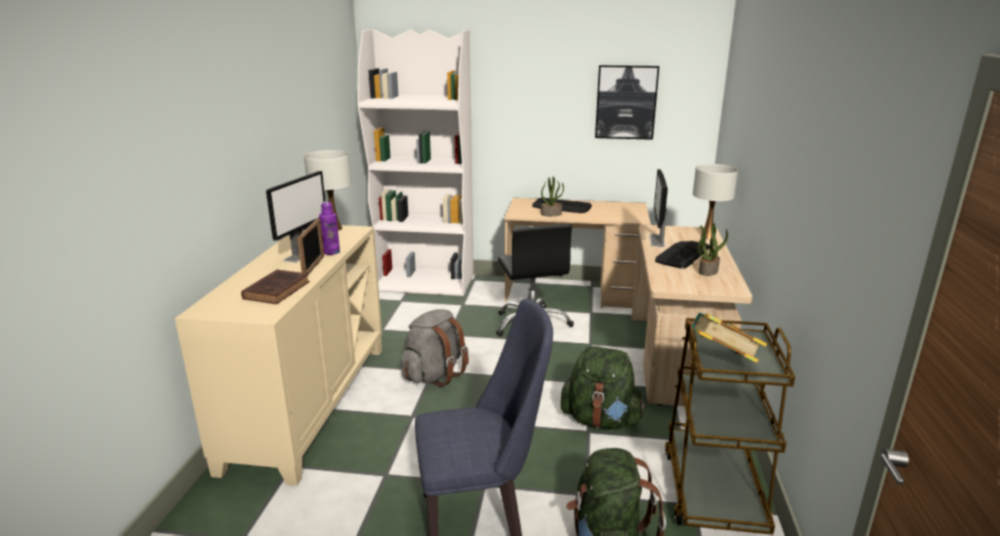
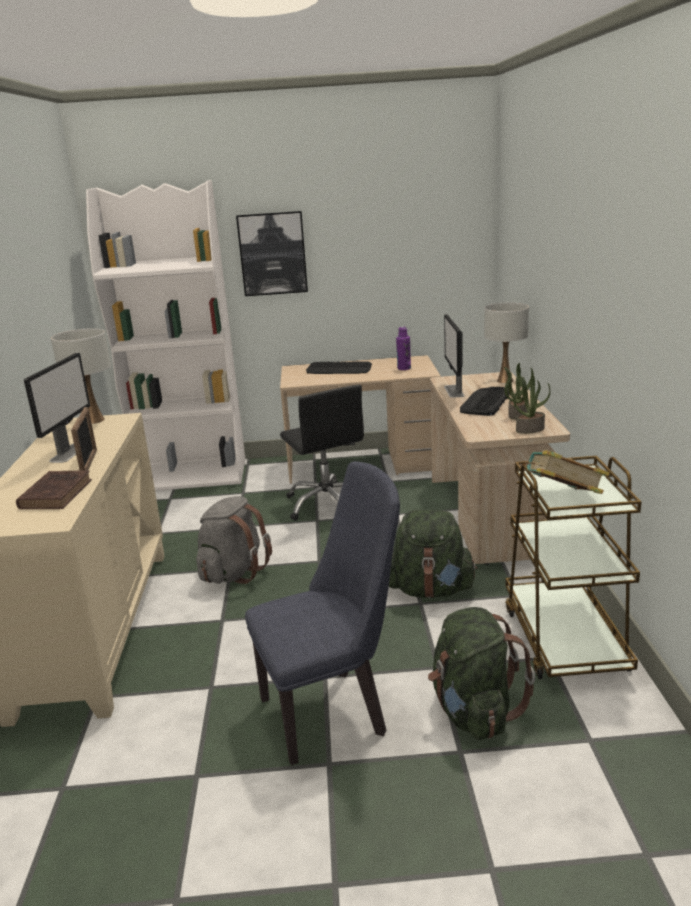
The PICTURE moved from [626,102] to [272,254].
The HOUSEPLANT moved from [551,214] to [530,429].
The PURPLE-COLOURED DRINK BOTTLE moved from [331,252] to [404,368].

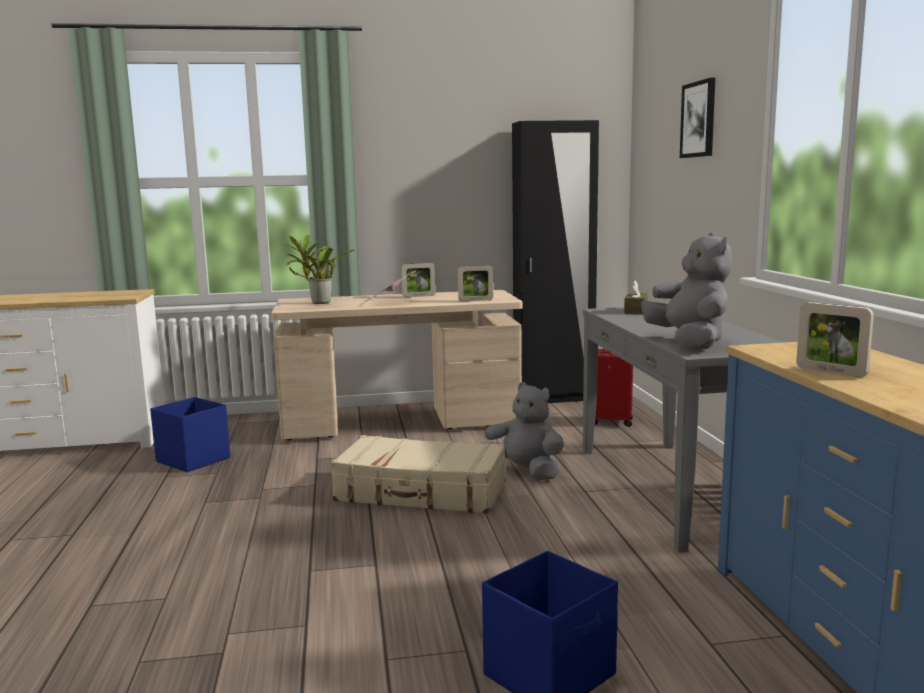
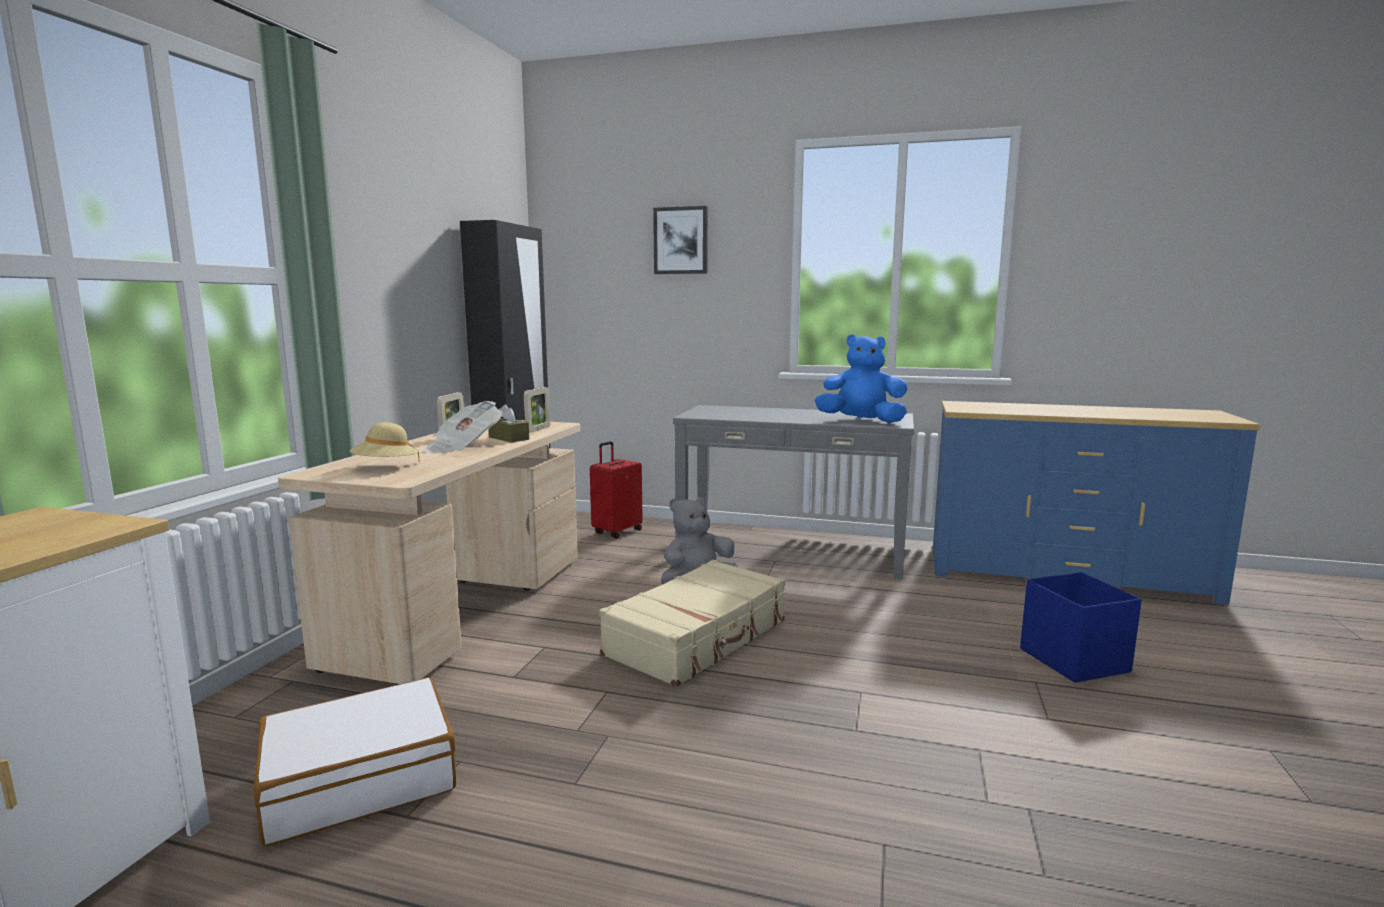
The GREYISH PLUSH TOY at [689,343] became the BLUE PLUSH TOY at [861,421].
The HOUSEPLANT at [318,303] was replaced by the SAND-COLOURED CLOTHING HAT at [385,467].
The BROWN TISSUE HOLDER moved from [635,311] to [509,438].
The STANDING FRAME at [831,372] disappeared.
The BLUE STORAGE CONTAINER at [193,459] was replaced by the WHITE TRAVEL CASE at [360,779].

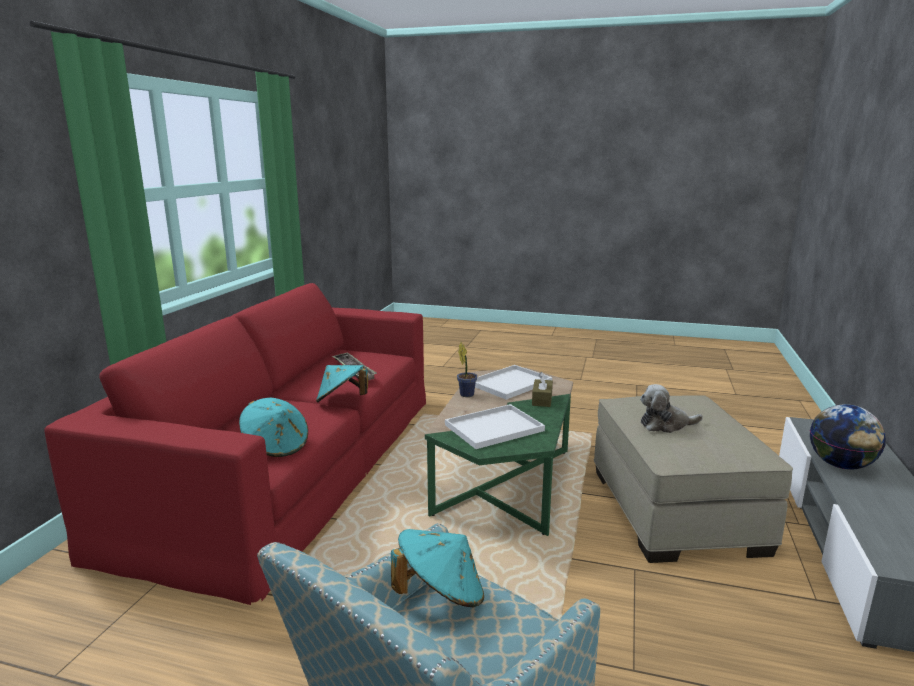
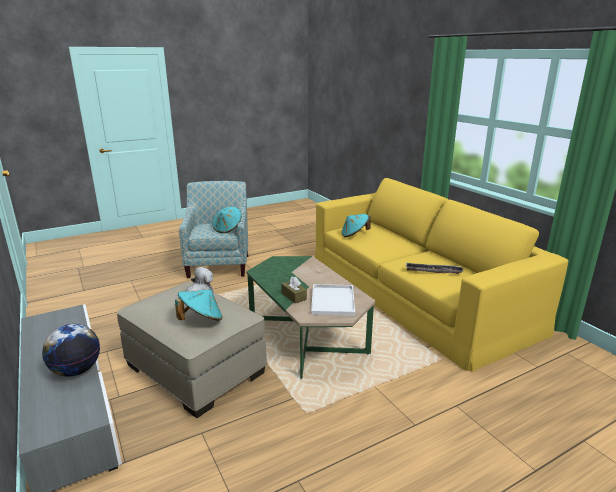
The RED SOFA at [290,463] became the YELLOW-COLOURED SOFA at [416,293].
The HOUSEPLANT at [466,394] disappeared.
The TURQUOISE CLOTHING HAT moved from [341,400] to [201,319].
The WHITE CARRYING TRAY at [493,428] disappeared.

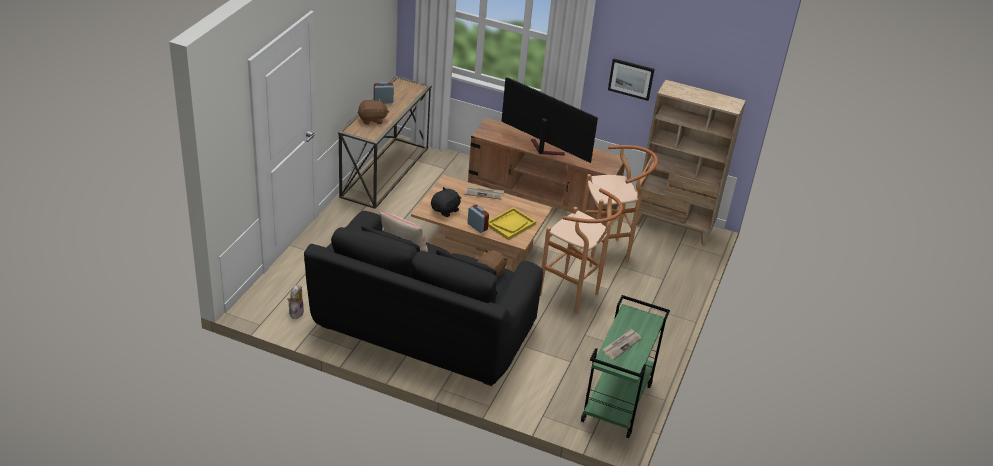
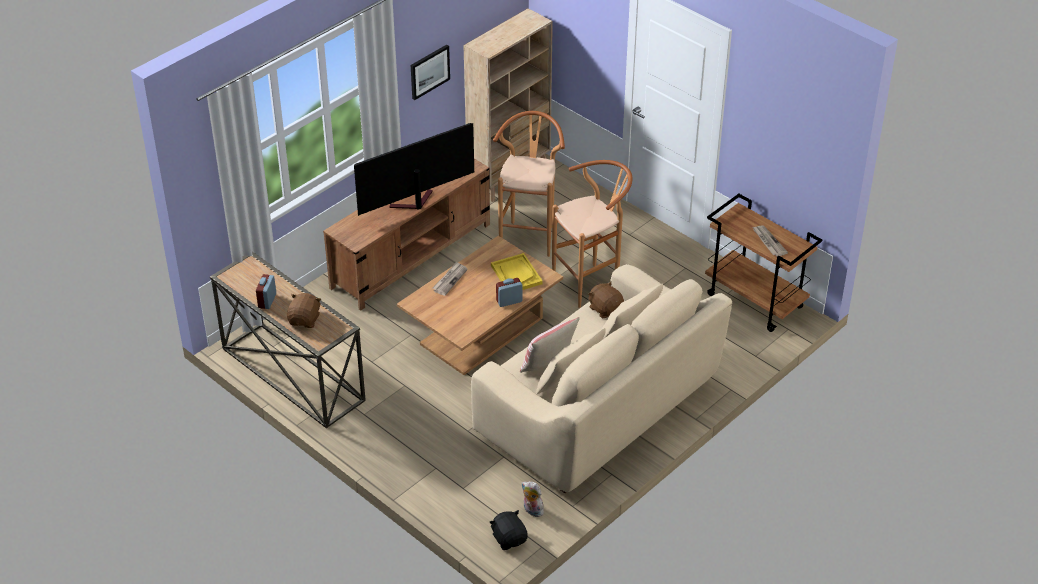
The BLACK PLUSH TOY moved from [445,210] to [509,538].
The BLACK SOFA at [424,328] became the SAND-COLOURED SOFA at [598,409].
The GREEN TROLLEY at [617,404] became the BROWN TROLLEY at [755,301].

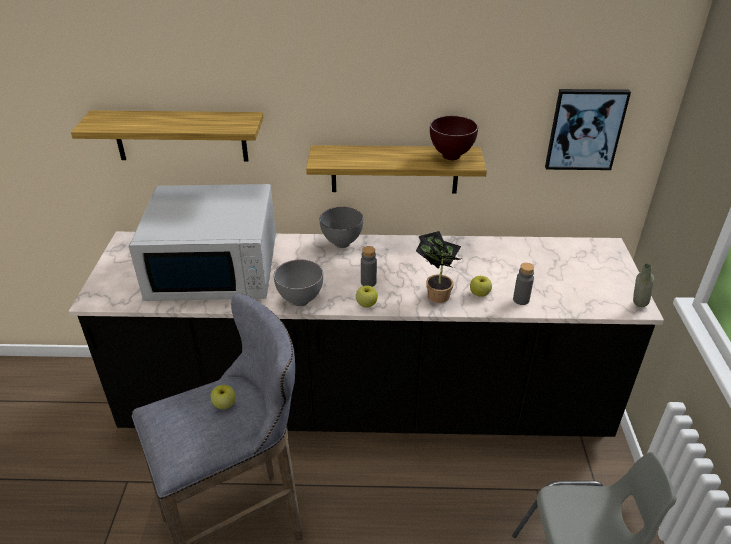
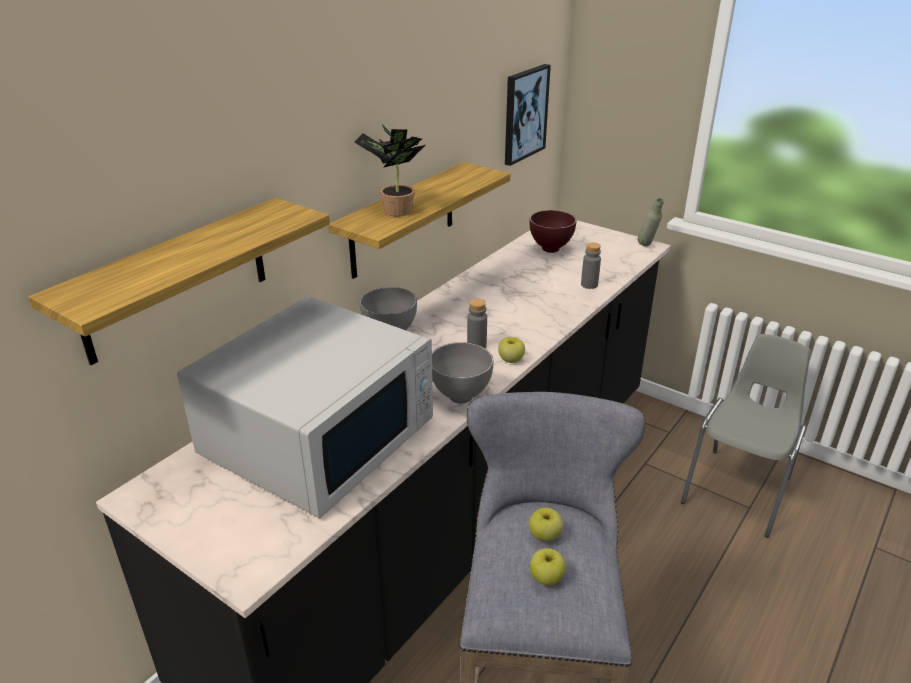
The BROWN BOWL moved from [451,157] to [551,250].
The HOUSEPLANT moved from [435,294] to [393,211].
The APPLE moved from [479,294] to [547,578].

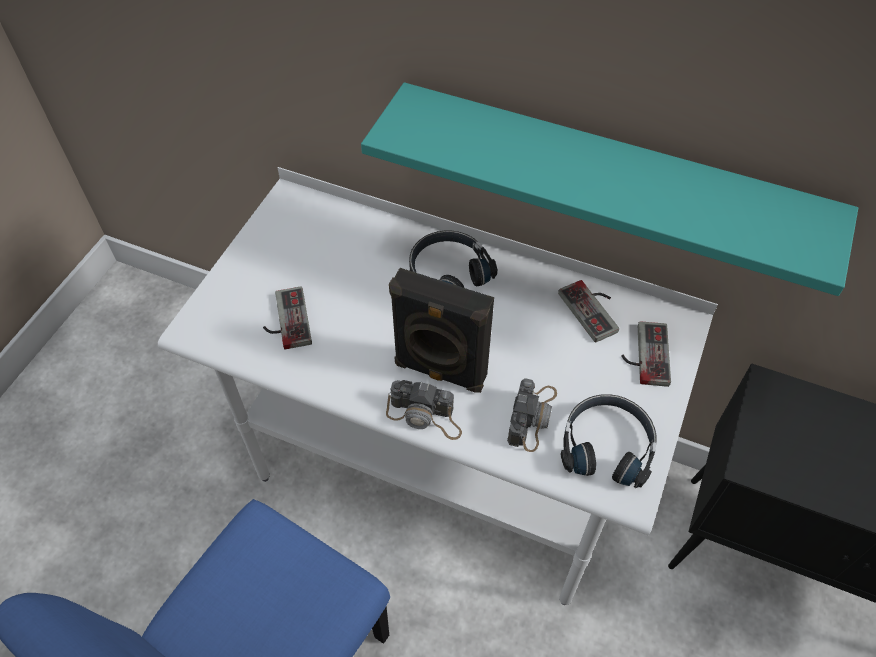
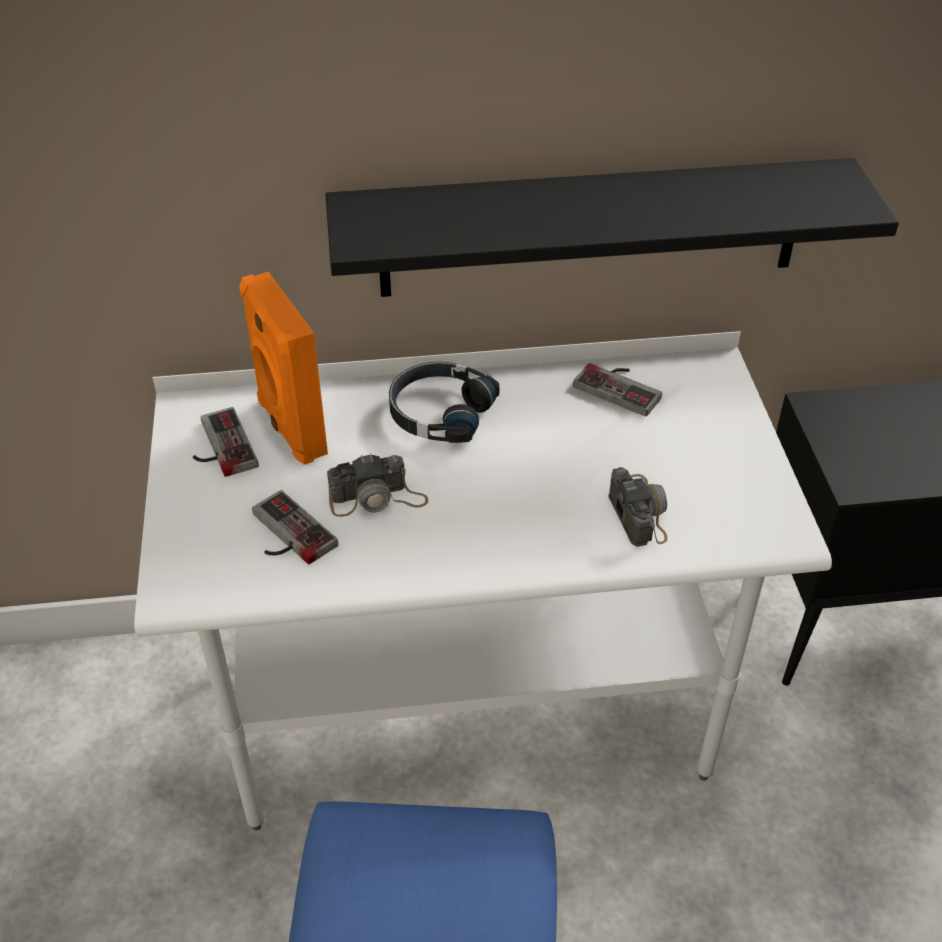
The TURQUOISE WALL SHELF at [607,180] became the BLACK WALL SHELF at [591,228].
The BLACK LOUDSPEAKER at [439,372] disappeared.
The JOYPAD moved from [644,354] to [219,447].
The STILL CAMERA moved from [425,416] to [377,498].
The BLACK HEADPHONES at [607,445] disappeared.
The ORANGEY LOUDSPEAKER at [290,428] appeared.

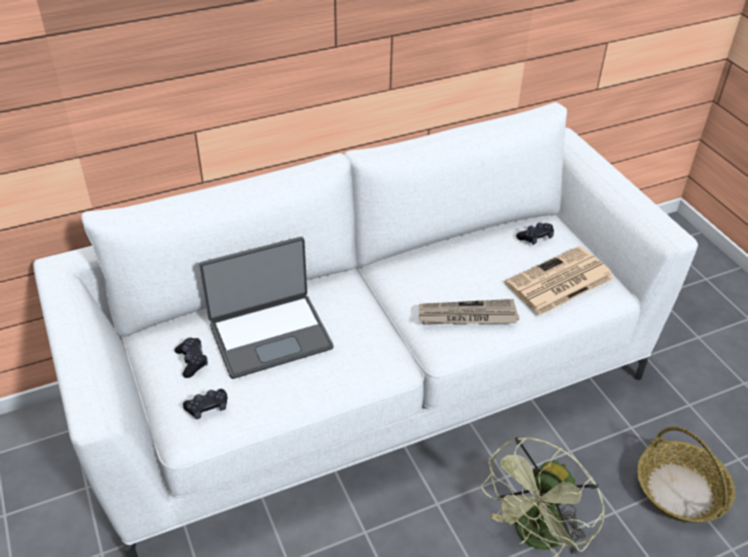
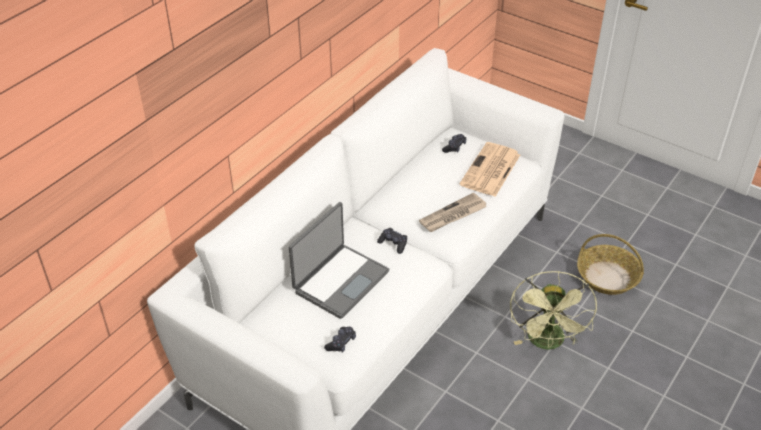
The BLACK JOYPAD moved from [192,361] to [393,243].

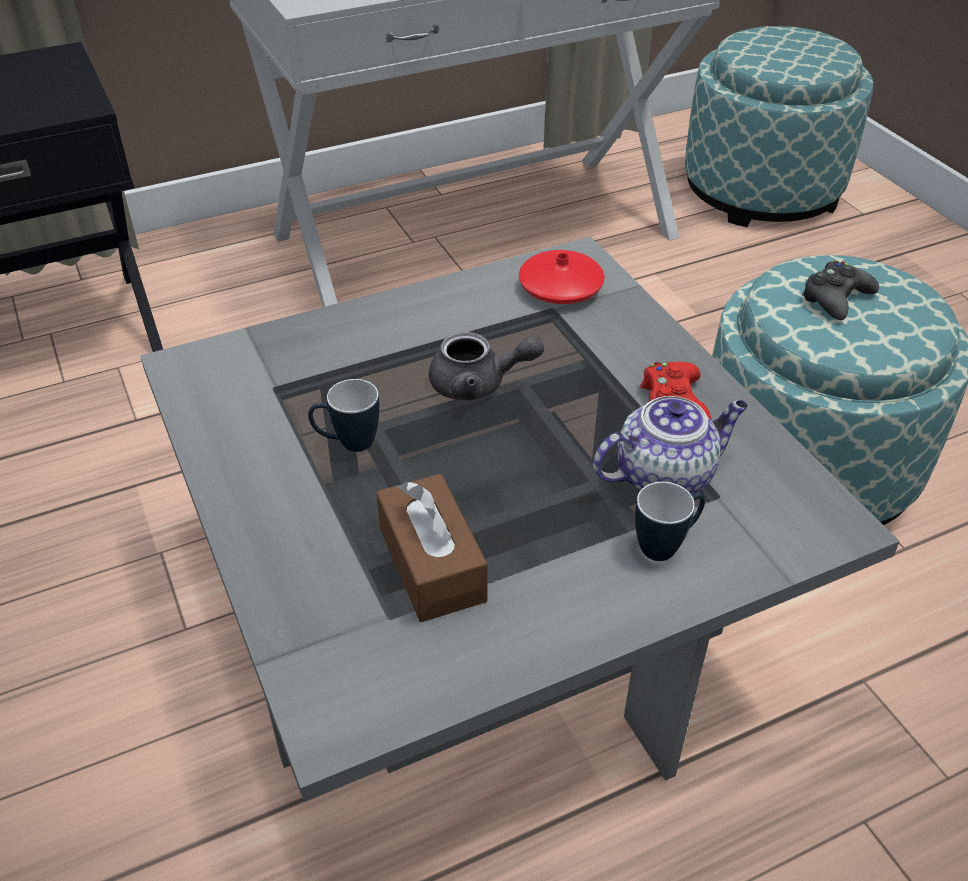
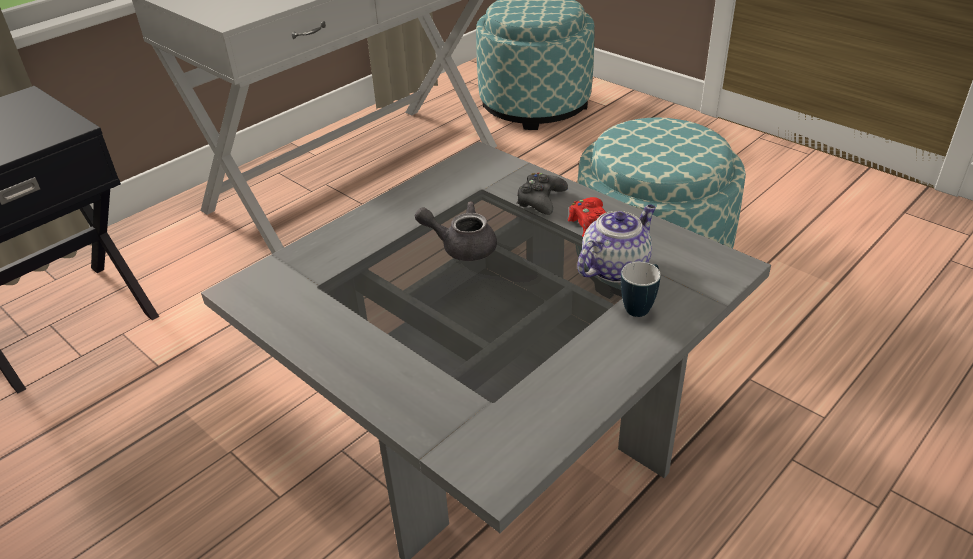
The RED VASE at [560,288] disappeared.
The BLACK JOYPAD moved from [835,298] to [541,200].
The GREYISH TEAPOT at [478,384] turned 150 degrees counterclockwise.
The COFFEE MUG at [347,444] disappeared.
The BROWN TISSUE HOLDER at [432,564] disappeared.

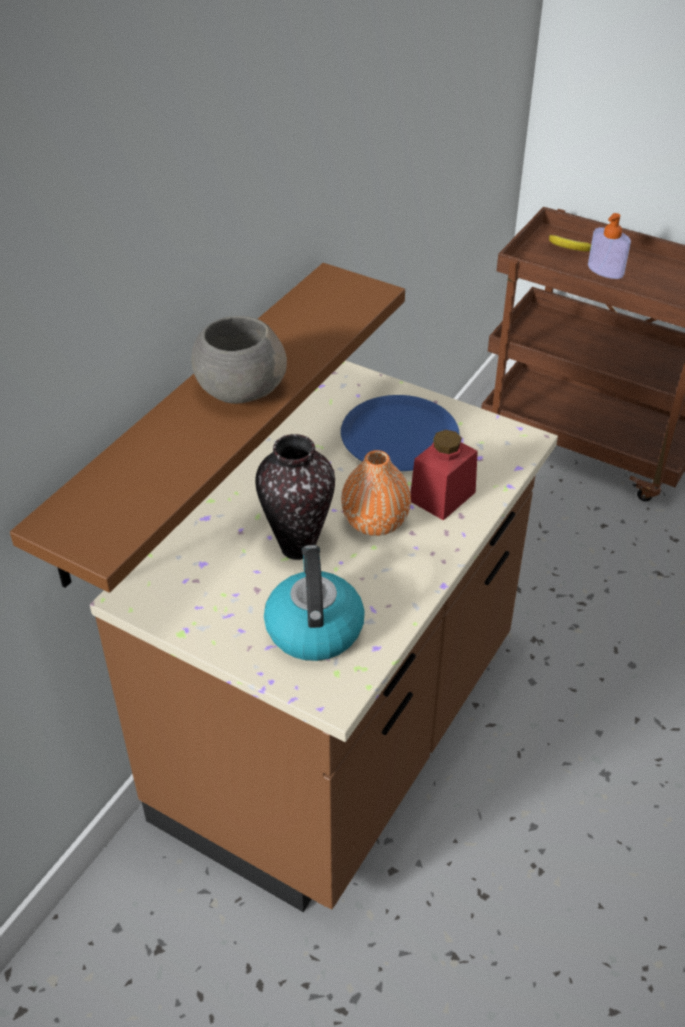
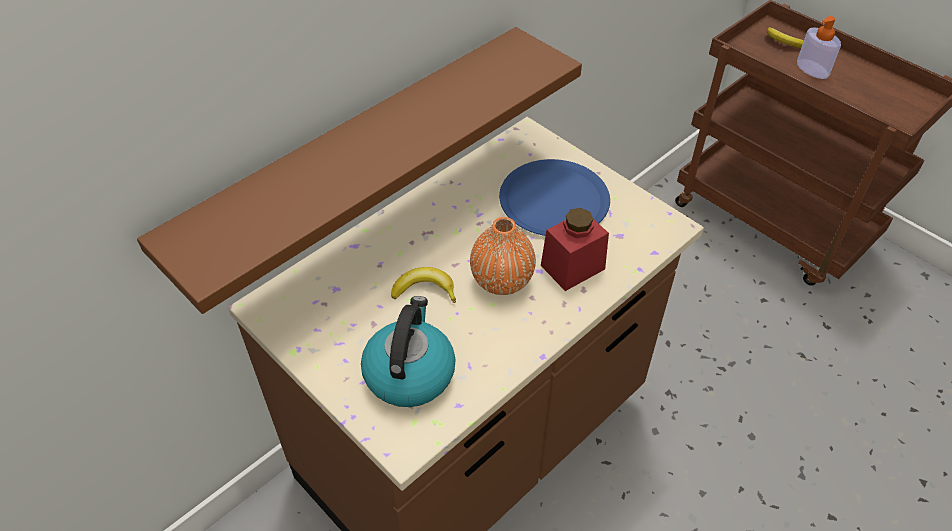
The GREYISH BOWL at [239,389] disappeared.
The VASE at [298,547] was replaced by the WHOLE BANANA at [425,290].

